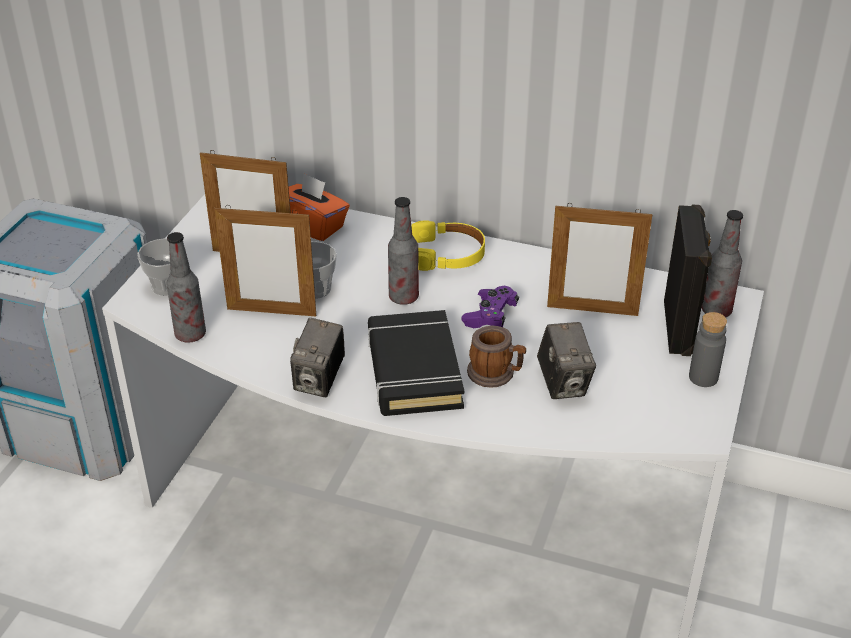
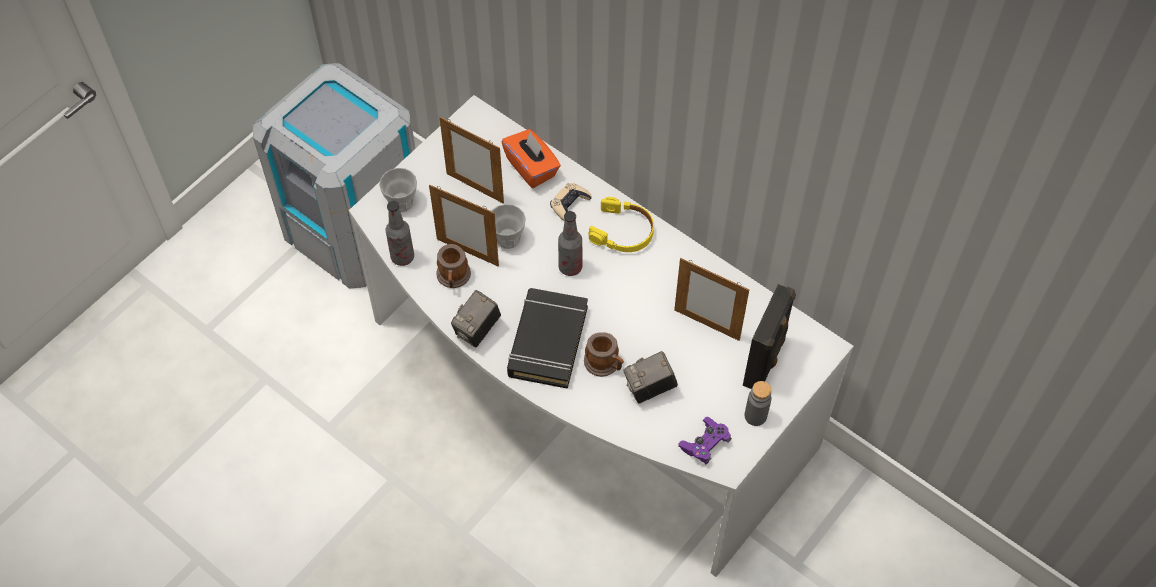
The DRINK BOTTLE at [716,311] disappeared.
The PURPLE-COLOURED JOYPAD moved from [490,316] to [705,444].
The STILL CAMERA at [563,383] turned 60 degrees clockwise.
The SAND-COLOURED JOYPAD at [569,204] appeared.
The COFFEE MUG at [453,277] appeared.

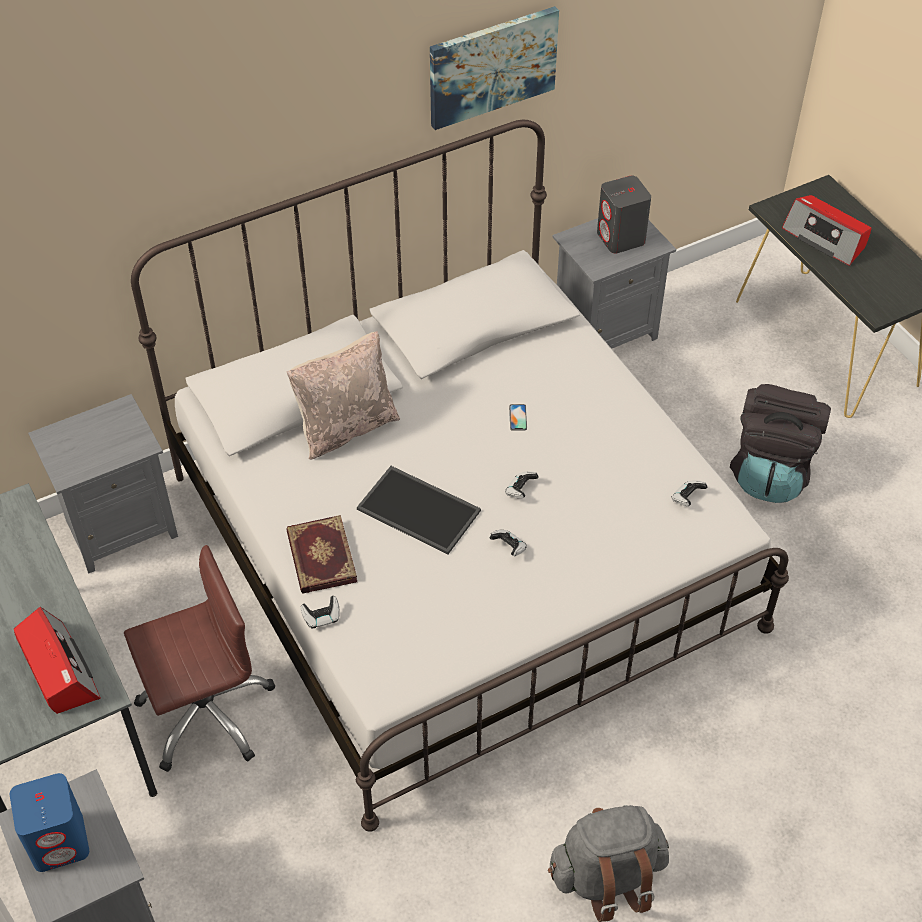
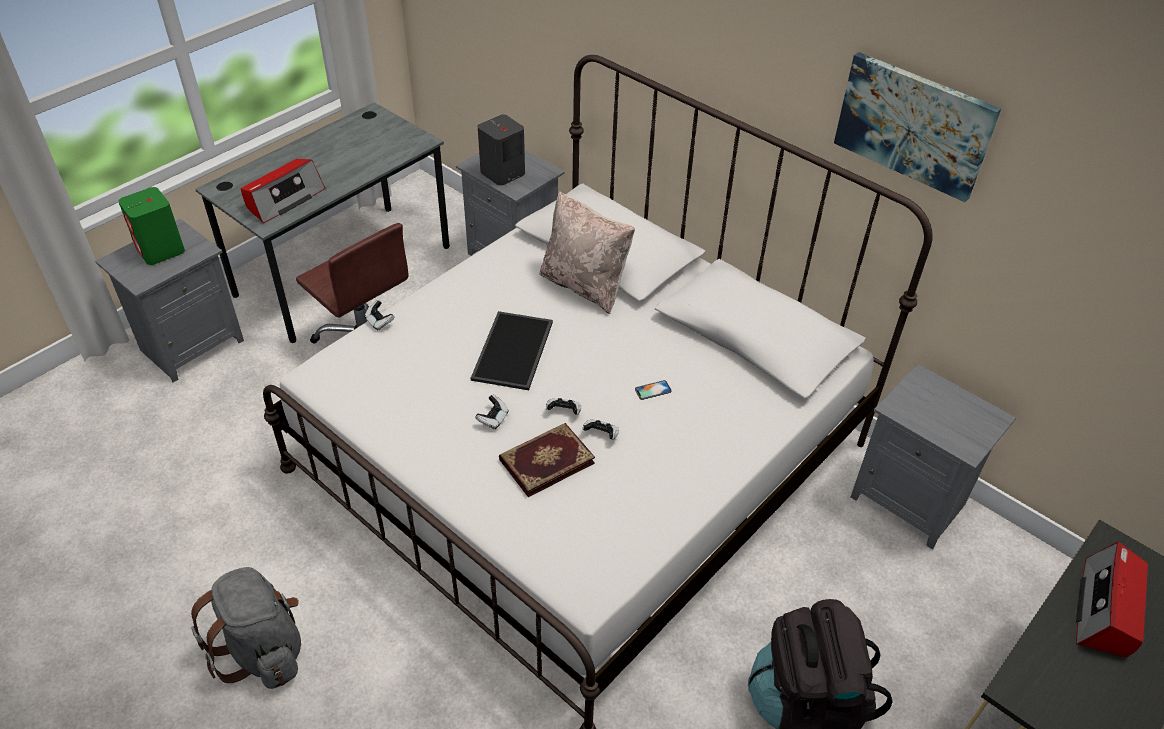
The GREYISH LOUDSPEAKER moved from [621,238] to [502,173].
The JOYPAD moved from [687,498] to [601,435].
The BOUND BOOK moved from [320,557] to [546,460].
The BLUE LOUDSPEAKER at [60,841] became the GREEN LOUDSPEAKER at [161,250].

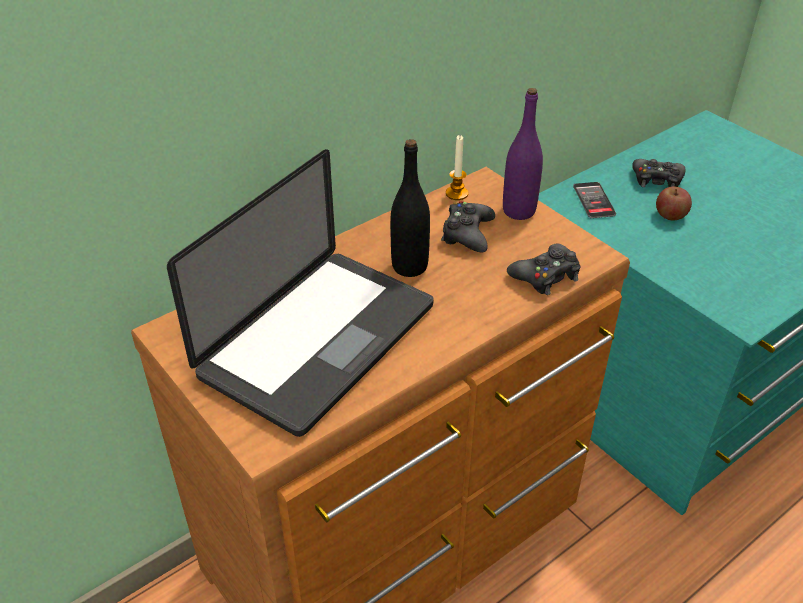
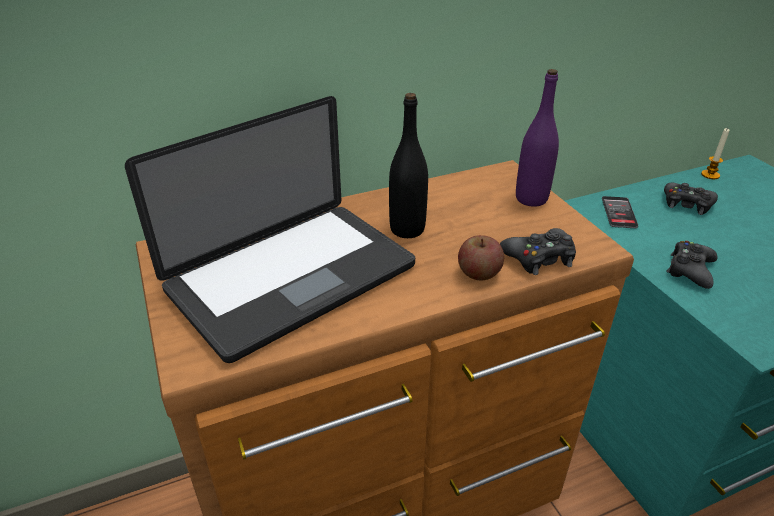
The CANDLE moved from [457,193] to [710,175].
The APPLE moved from [670,215] to [479,273].
The BLACK JOYPAD moved from [467,234] to [690,270].

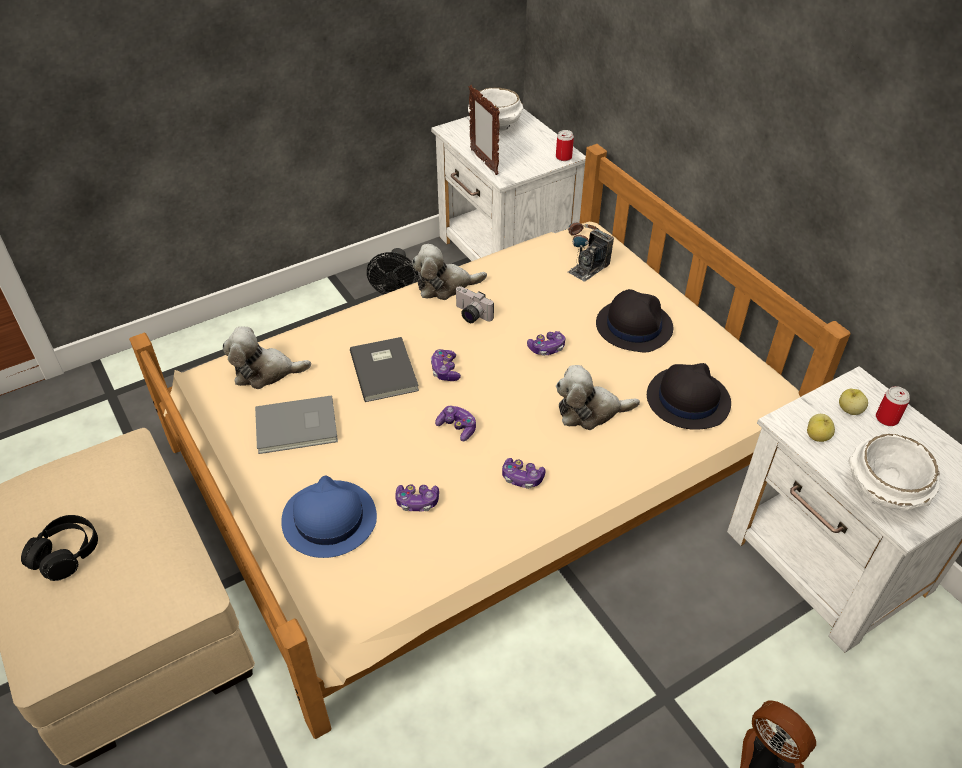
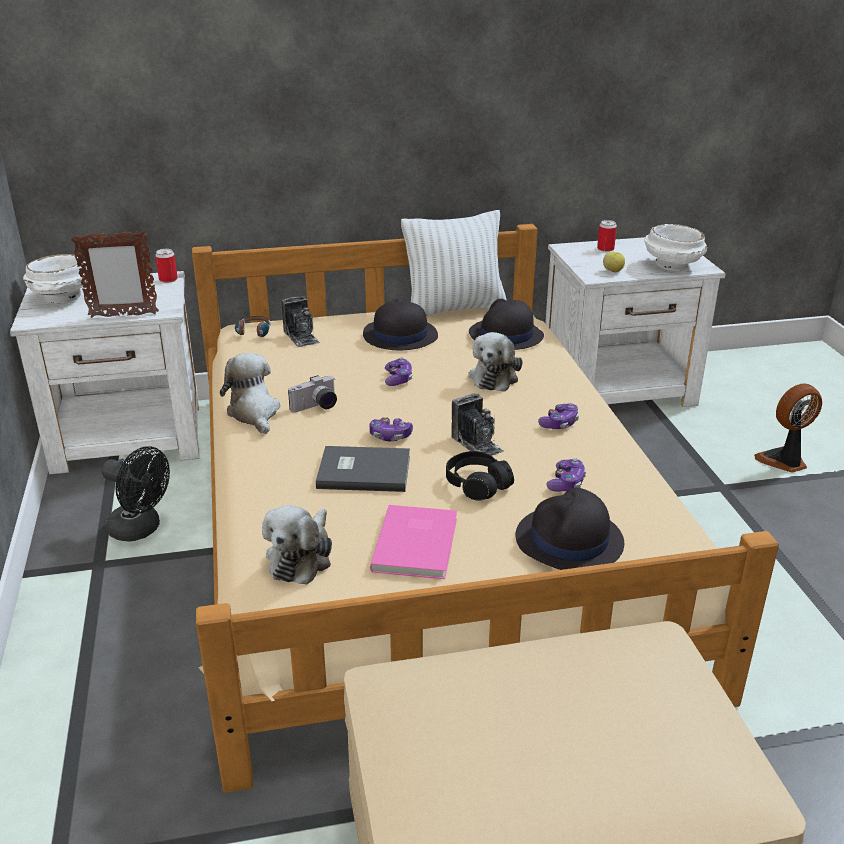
The PLUSH TOY at [445,286] turned 150 degrees clockwise.
The APPLE at [849,410] disappeared.
The GREYISH BOUND BOOK at [298,428] became the PINK-COLOURED BOUND BOOK at [418,543].
The JOYPAD at [457,427] was replaced by the STILL CAMERA at [477,444].
The BLUE CLOTHING HAT at [328,519] became the BLACK CLOTHING HAT at [569,541].
The BLACK HEADPHONES moved from [66,554] to [477,485].
The WHITE PILLOW at [454,309] appeared.

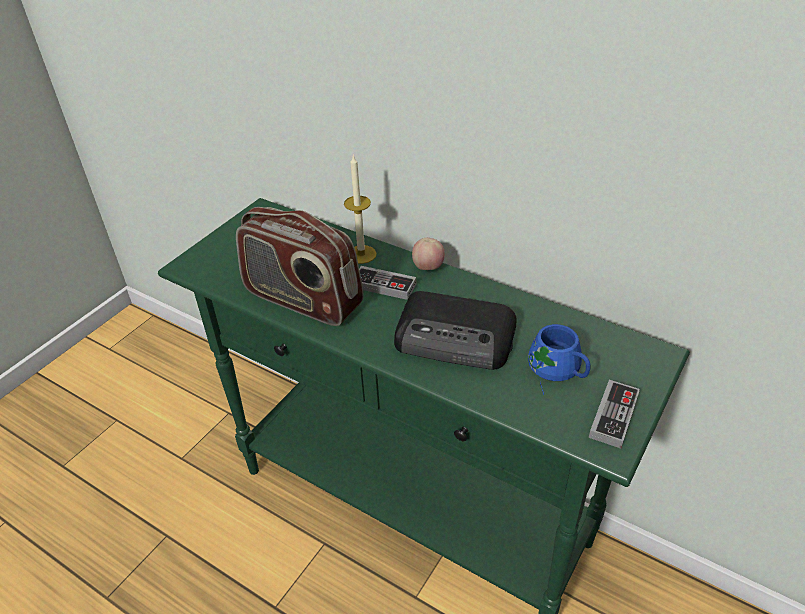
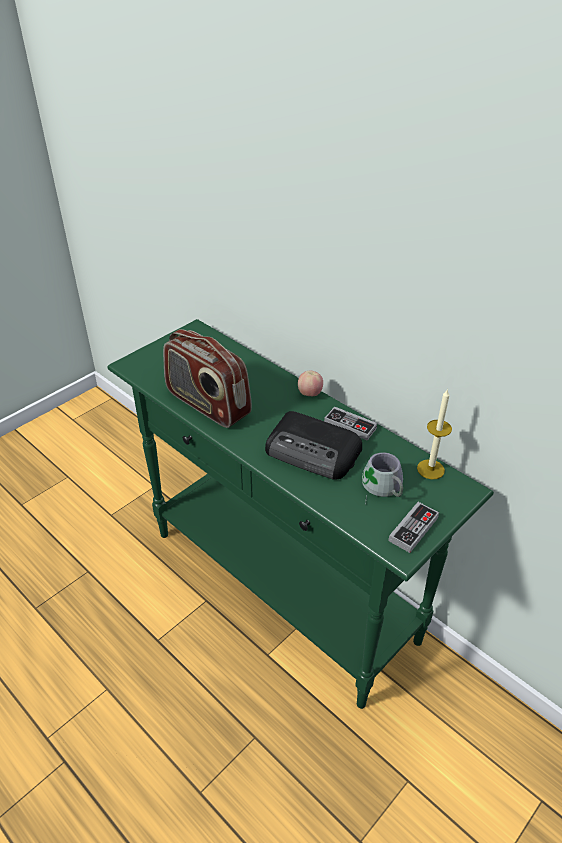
The CANDLE moved from [361,254] to [430,469].
The JOYPAD moved from [384,285] to [350,425].
The BLUE COFFEE MUG at [555,371] became the GREYISH COFFEE MUG at [381,488].

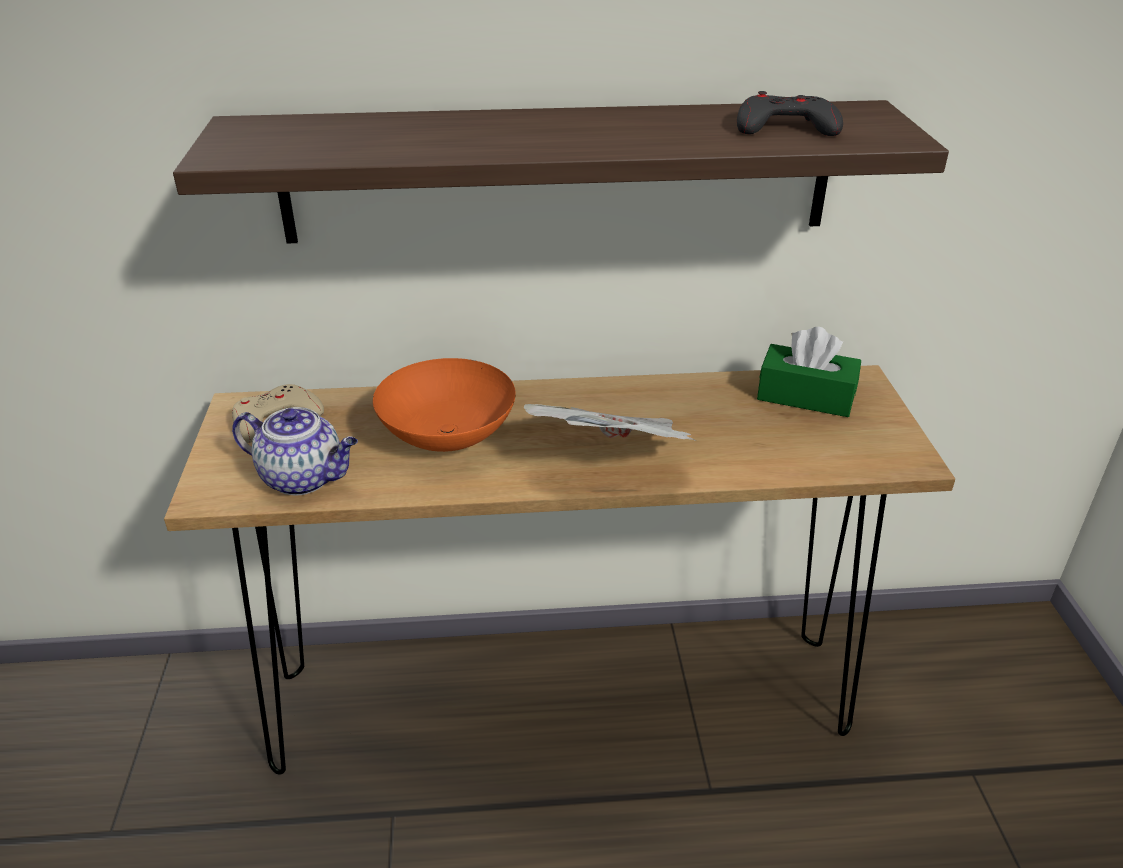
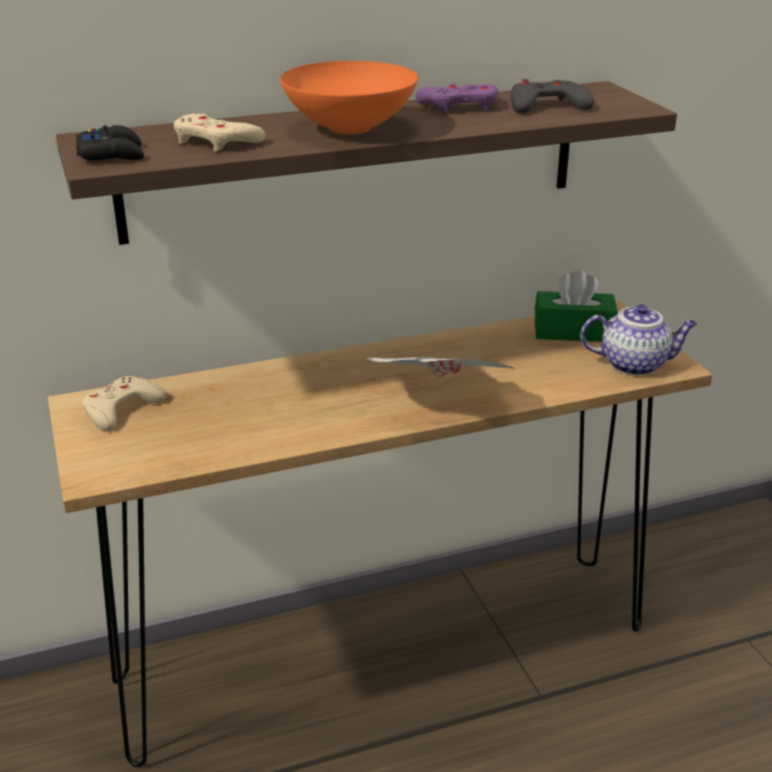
The ORANGEY BOWL moved from [450,438] to [352,128].
The TEAPOT moved from [304,478] to [635,364].
The PURPLE-COLOURED JOYPAD at [460,106] appeared.
The SAND-COLOURED JOYPAD at [216,141] appeared.
The BLACK JOYPAD at [112,154] appeared.

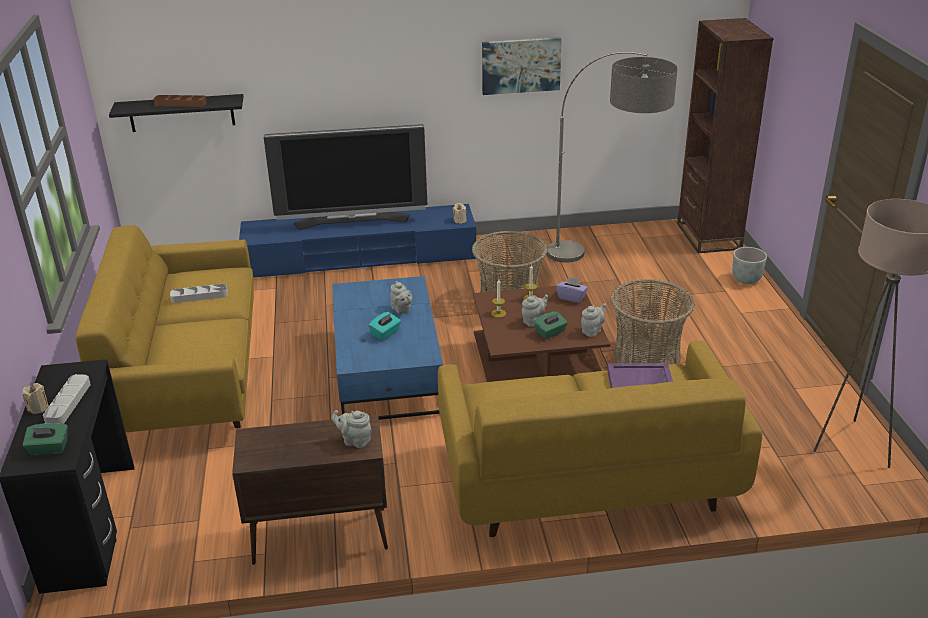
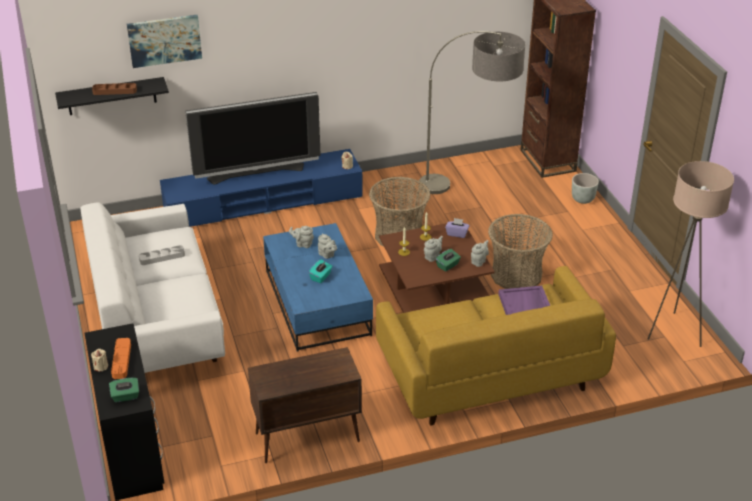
The PICTURE moved from [521,65] to [164,40].
The YELLOW-COLOURED SOFA at [187,374] became the WHITE SOFA at [156,321].
The GREYISH CARRYING TRAY at [68,403] became the ORANGEY CARRYING TRAY at [121,360].
The GREYISH TEAPOT moved from [355,441] to [303,244].

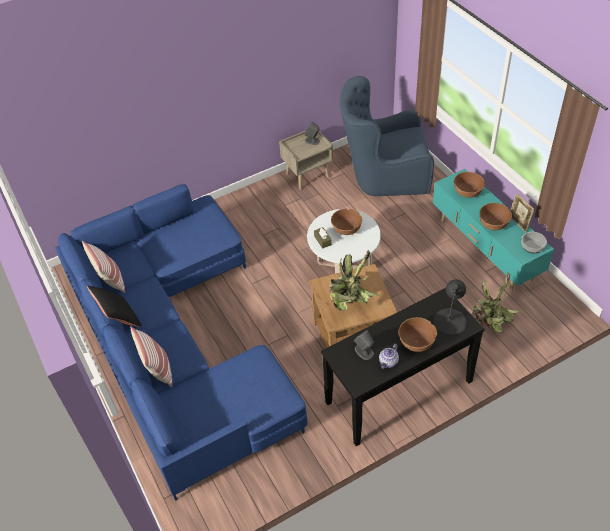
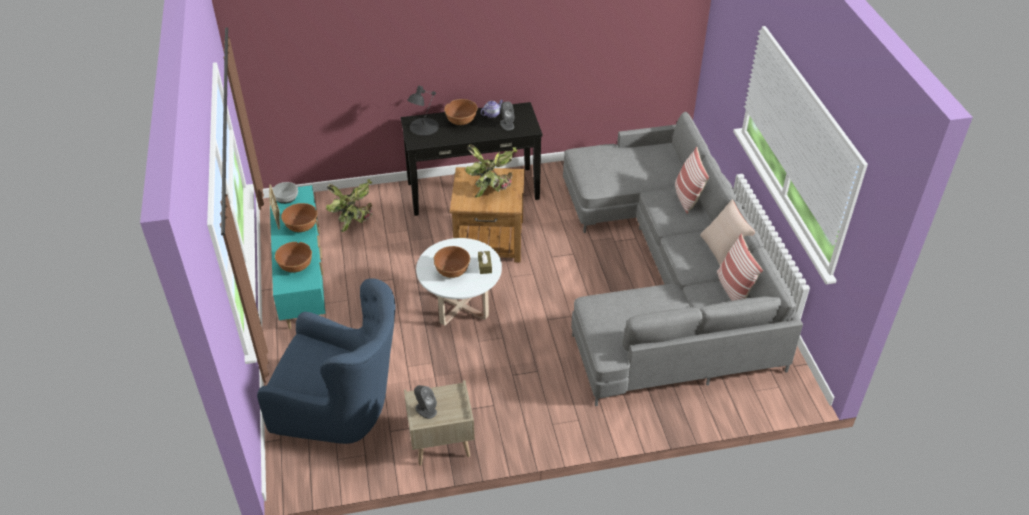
The BLUE SOFA at [177,344] became the GREYISH SOFA at [666,277].
The BLACK PILLOW at [119,318] became the SAND-COLOURED PILLOW at [723,248].

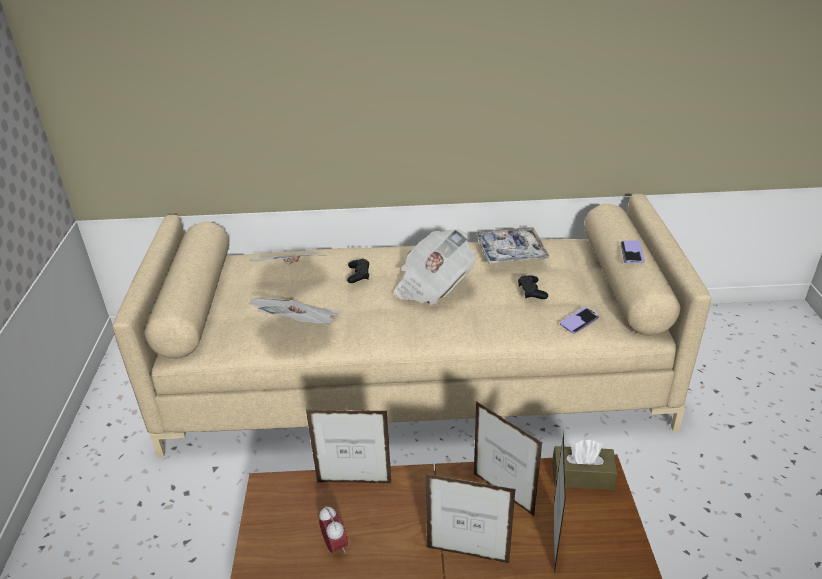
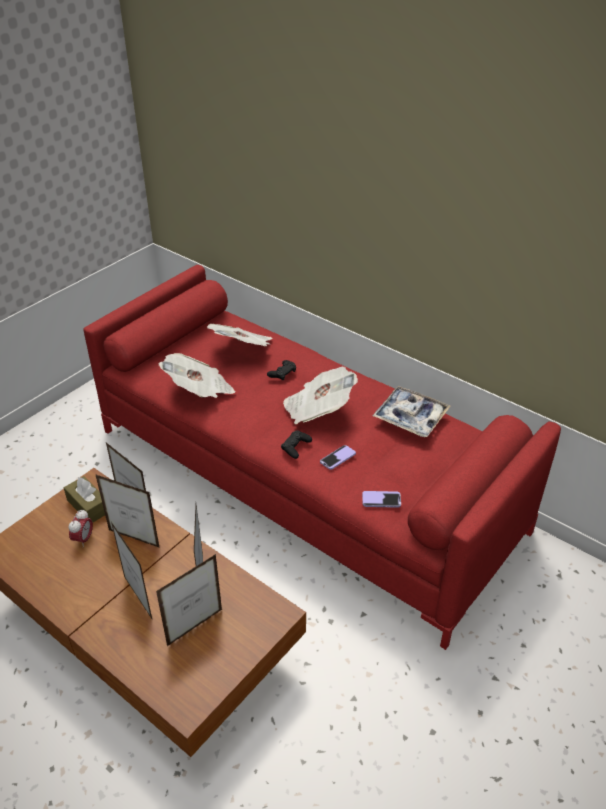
The SAND-COLOURED SOFA at [415,378] became the RED SOFA at [303,478].
The TELEPHONE moved from [632,253] to [337,458].
The BLACK JOYPAD moved from [532,291] to [295,447].
The BROWN TISSUE HOLDER moved from [582,476] to [88,506].
The STANDING FRAME at [134,539] appeared.

